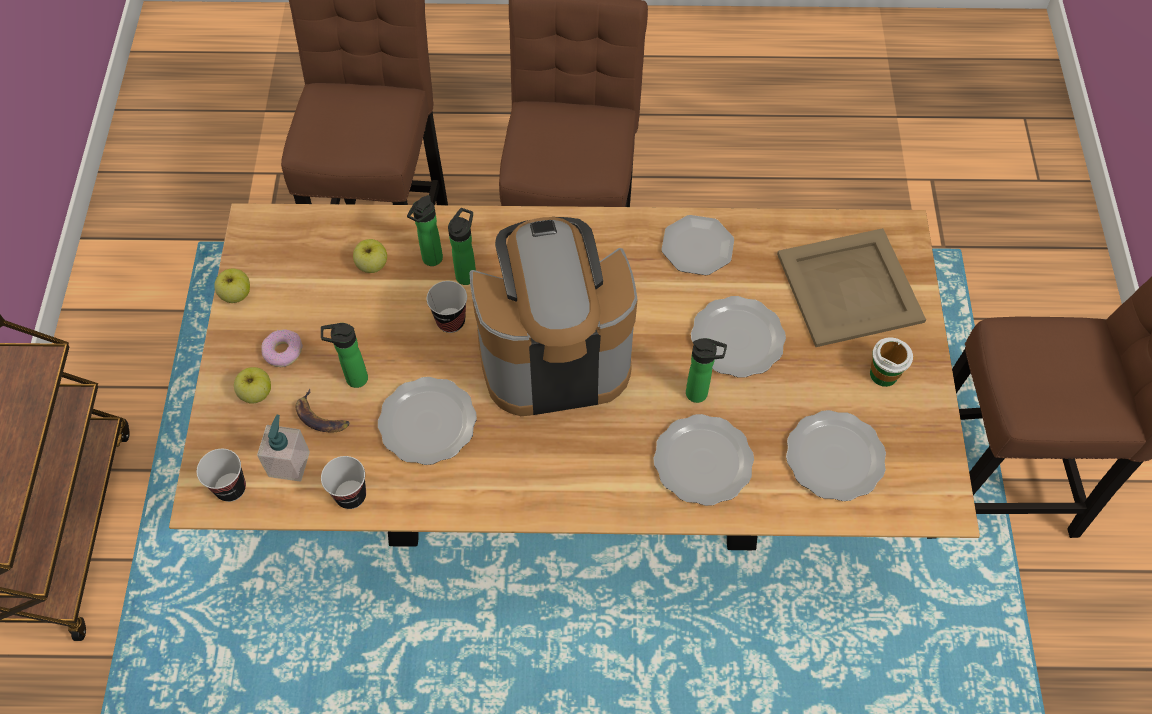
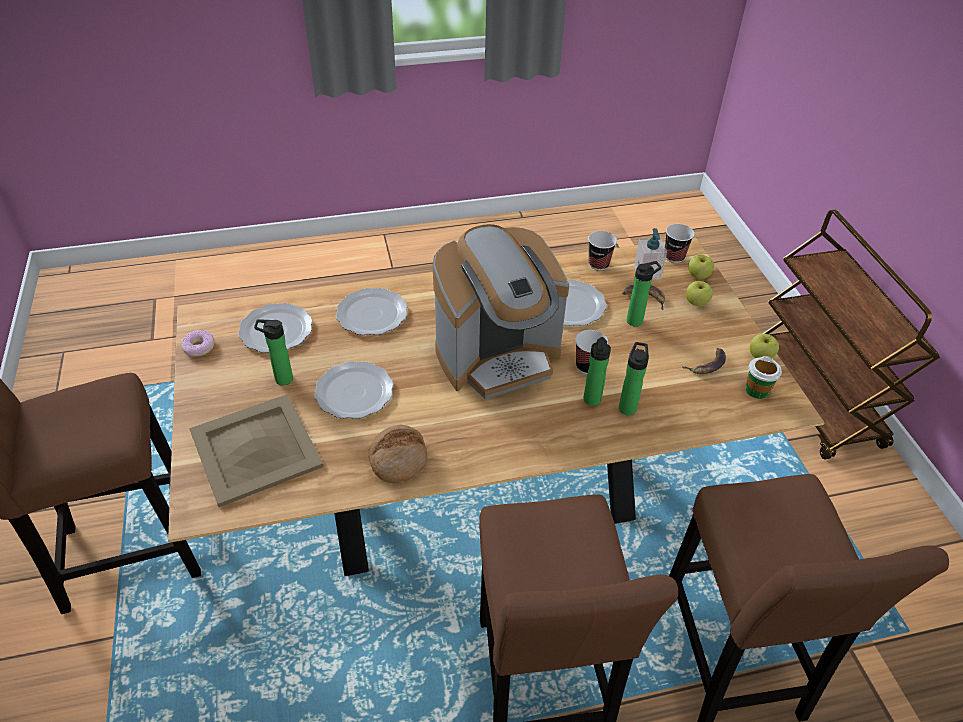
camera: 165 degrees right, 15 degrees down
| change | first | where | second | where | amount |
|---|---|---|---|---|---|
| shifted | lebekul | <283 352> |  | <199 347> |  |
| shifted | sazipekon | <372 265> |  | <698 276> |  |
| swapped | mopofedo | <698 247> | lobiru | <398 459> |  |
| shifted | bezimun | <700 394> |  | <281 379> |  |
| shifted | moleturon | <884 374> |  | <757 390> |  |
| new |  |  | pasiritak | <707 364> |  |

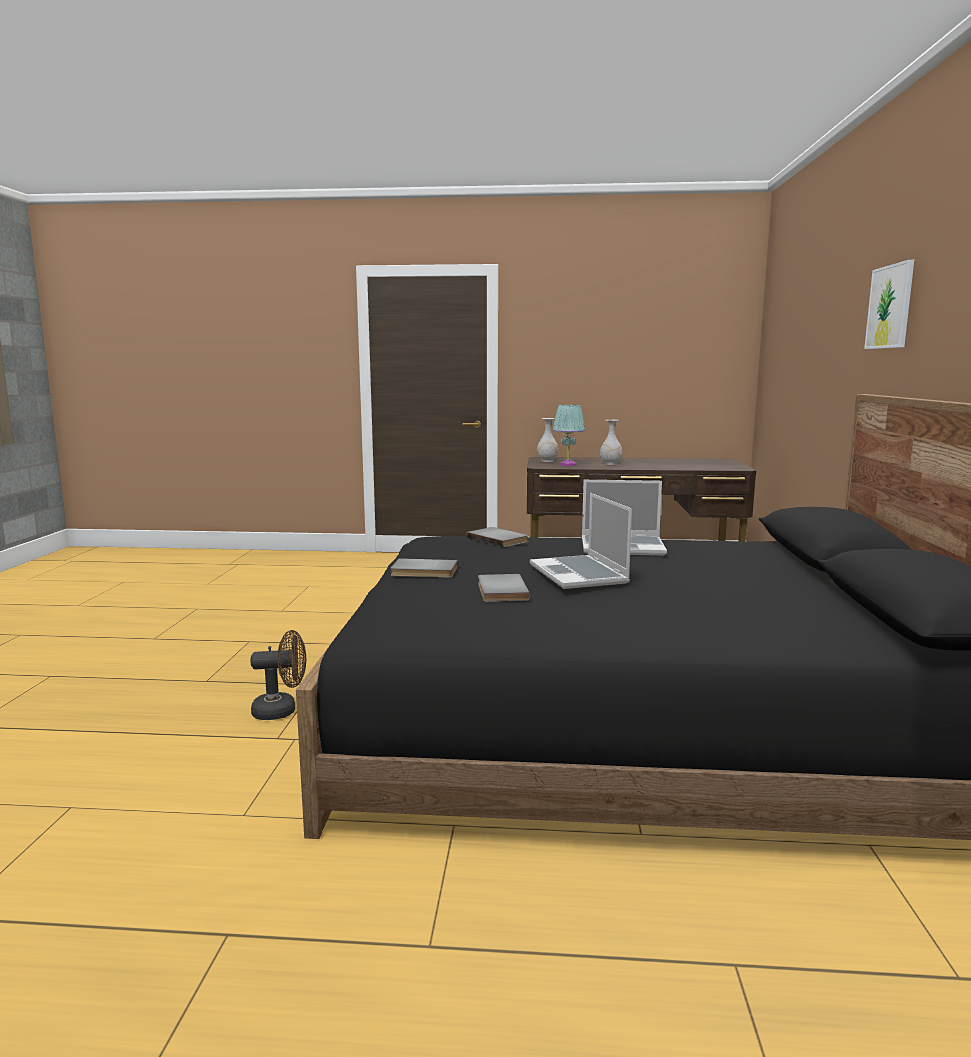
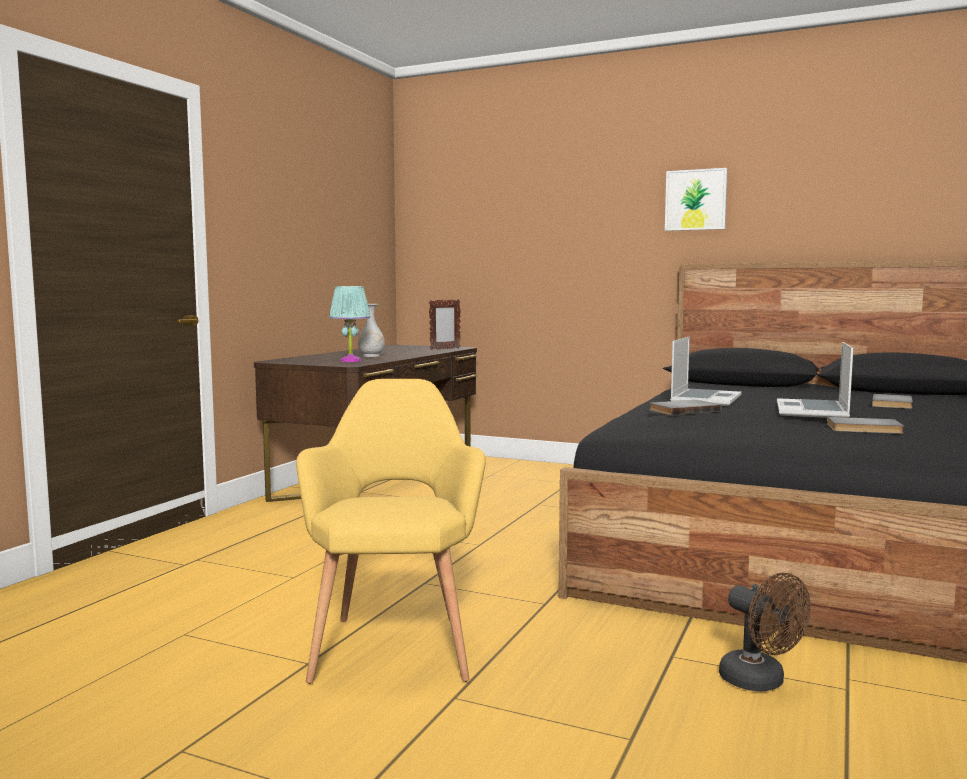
camera: 70 degrees left, 5 degrees down
| change | first | where | second | where | amount |
|---|---|---|---|---|---|
| rotated | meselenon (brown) | <282 711> |  | <760 682> | 135 degrees clockwise |
| shifted | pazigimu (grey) | <424 572> |  | <894 404> |  |
| rotated | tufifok | <580 574> |  | <813 411> | 105 degrees clockwise |
| gone | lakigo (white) | <547 461> |  |  |  |
| new |  |  | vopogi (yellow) | <395 643> |  |
| new |  |  | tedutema | <445 349> |  |

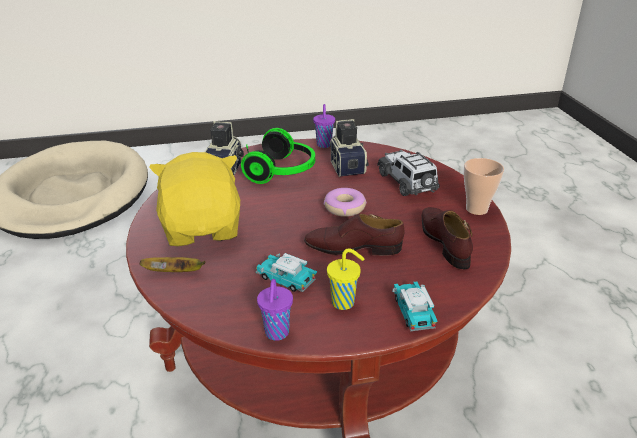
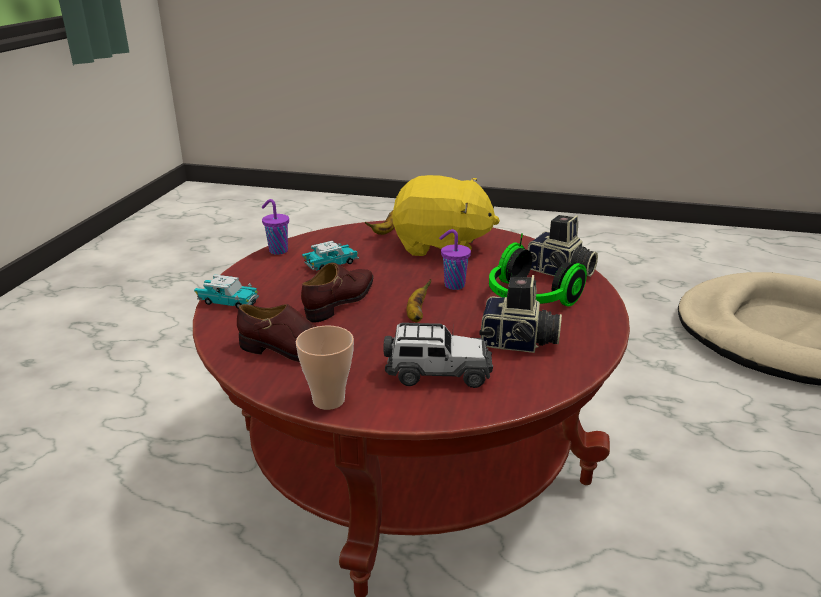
camera: 115 degrees right, 5 degrees down
| change | first | where | second | where | amount |
|---|---|---|---|---|---|
| shifted | moleturon (purple) | <324 145> |  | <453 285> |  |
| swapped | lebekul | <344 207> | pasiritak | <416 315> |  |
| gone | moleturon (yellow) | <344 302> |  |  |  |

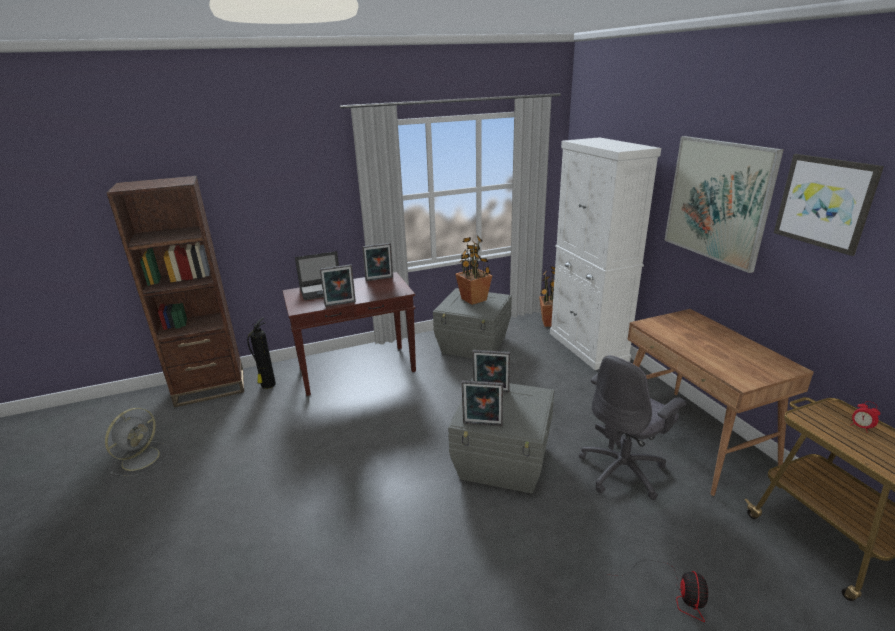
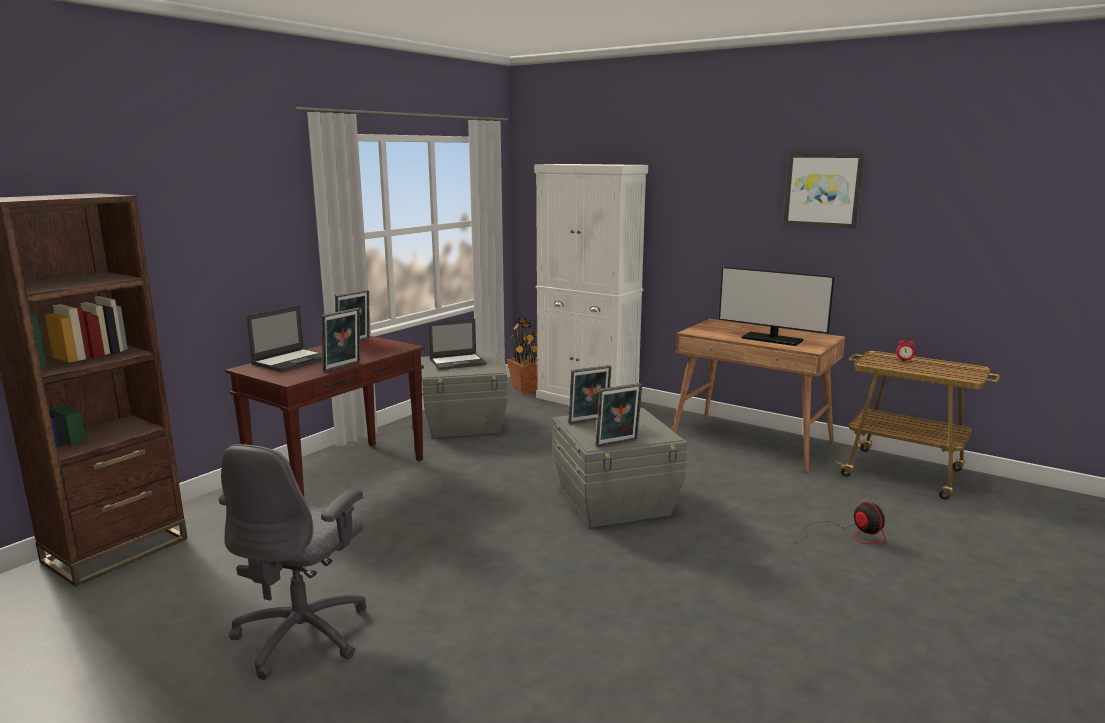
camera: 35 degrees left, 10 degrees down
| change | first | where | second | where | amount |
|---|---|---|---|---|---|
| gone | meselenon (grey) | <142 458> |  |  |  |
| gone | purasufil | <267 385> |  |  |  |
| swapped | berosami | <473 299> | tufifok | <458 362> |  |
| shifted | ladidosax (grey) | <623 470> |  | <304 634> |  |
| gone | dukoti | <717 201> |  |  |  |
| new |  |  | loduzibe | <772 339> |  |

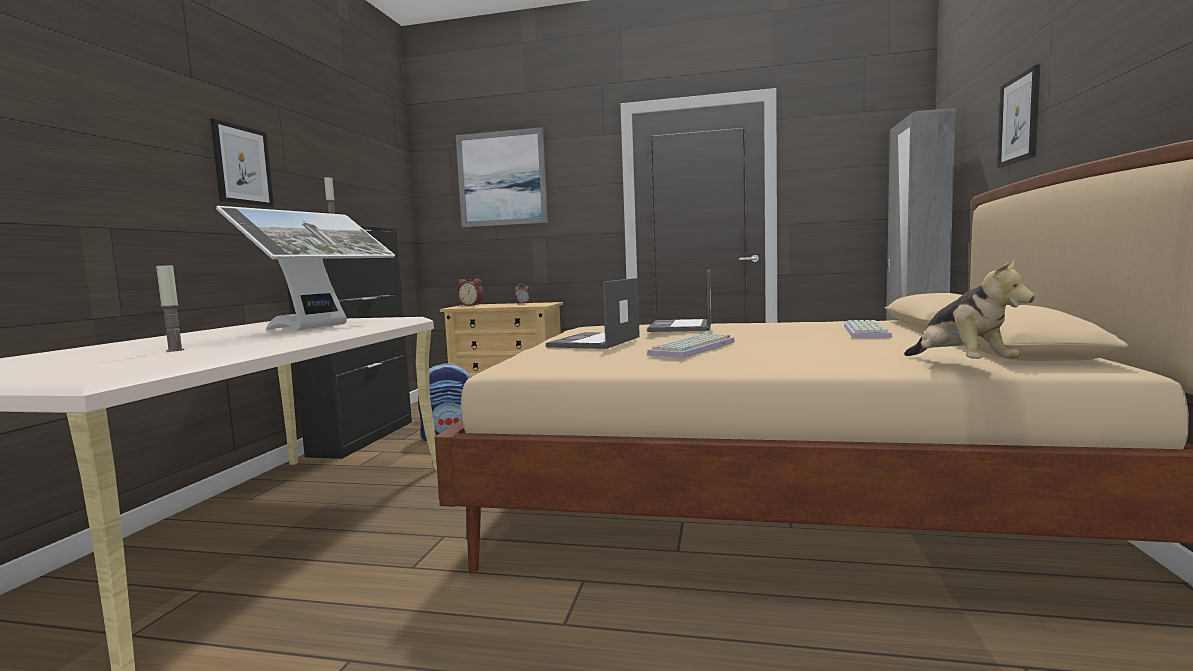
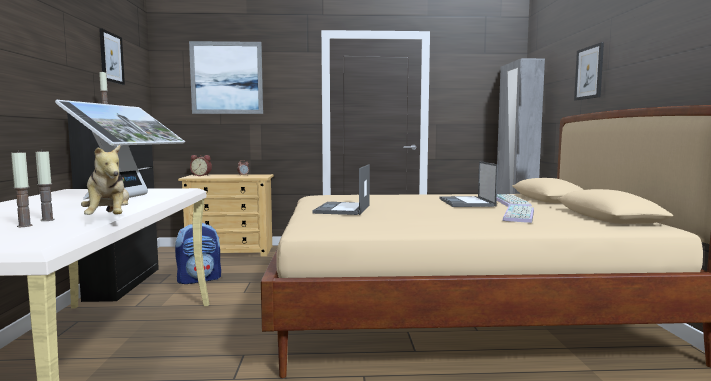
camera: 15 degrees left, 0 degrees up
| change | first | where | second | where | amount |
|---|---|---|---|---|---|
| shifted | dukoti | <242 165> |  | <111 58> |  |
| shifted | tufifok | <681 327> |  | <467 202> |  |
| shifted | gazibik | <694 348> |  | <520 215> |  |
| shifted | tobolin | <960 366> |  | <109 219> |  |
| new |  |  | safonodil | <24 226> |  |

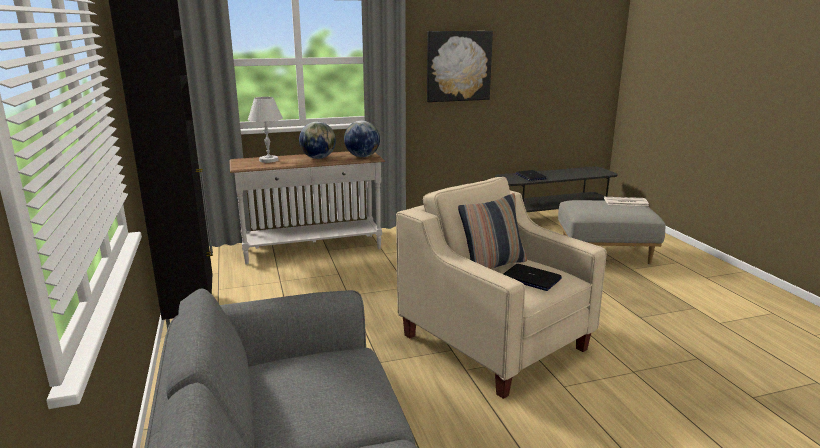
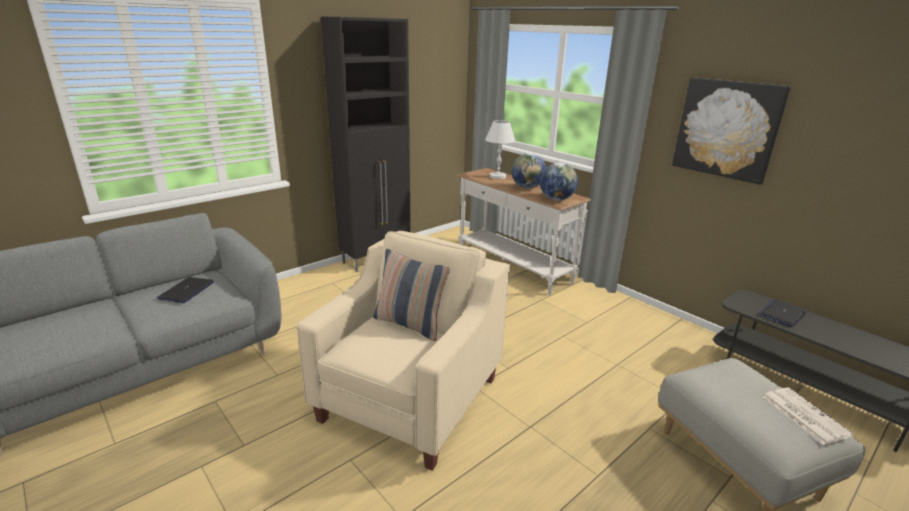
camera: 65 degrees right, 5 degrees up
| change | first | where | second | where | amount |
|---|---|---|---|---|---|
| shifted | tufifok | <530 278> |  | <186 291> |  |

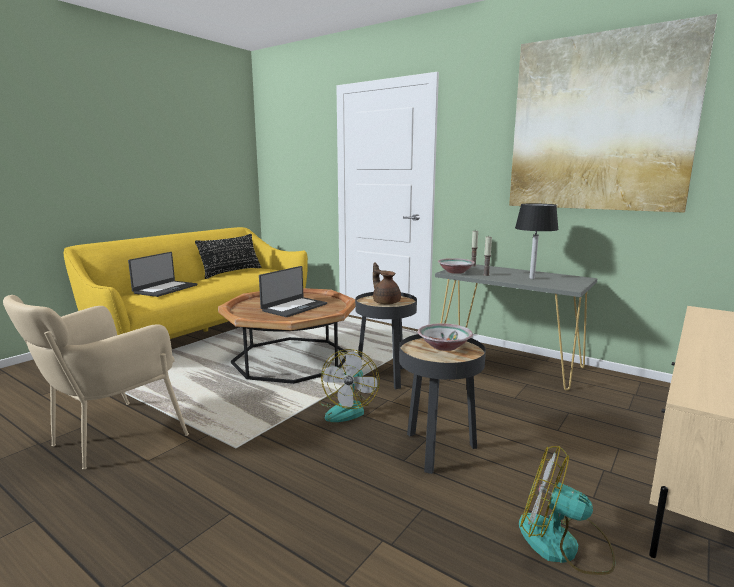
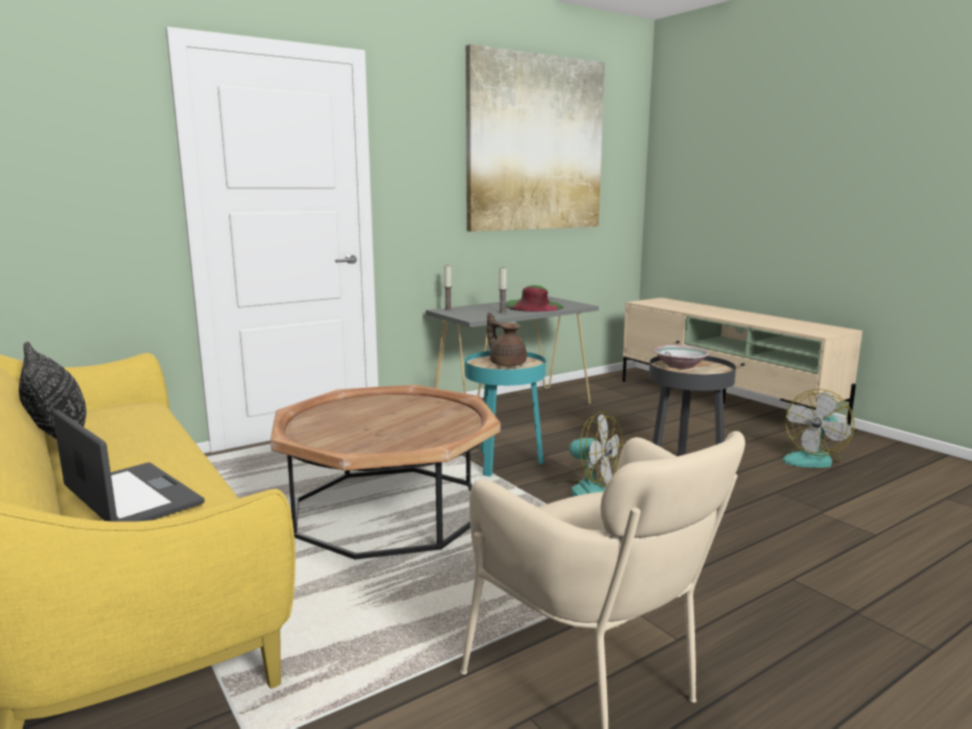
camera: 70 degrees left, 0 degrees up
| change | first | where | second | where | amount |
|---|---|---|---|---|---|
| gone | tufifok | <294 307> |  |  |  |
| repainted | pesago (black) | <385 376> | pesago (turquoise) | <504 463> |  |
| rotated | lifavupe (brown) | <386 302> |  | <506 364> | 60 degrees clockwise |
| gone | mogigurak | <455 272> |  |  |  |
| swapped | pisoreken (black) | <531 278> | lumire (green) | <534 306> |  |

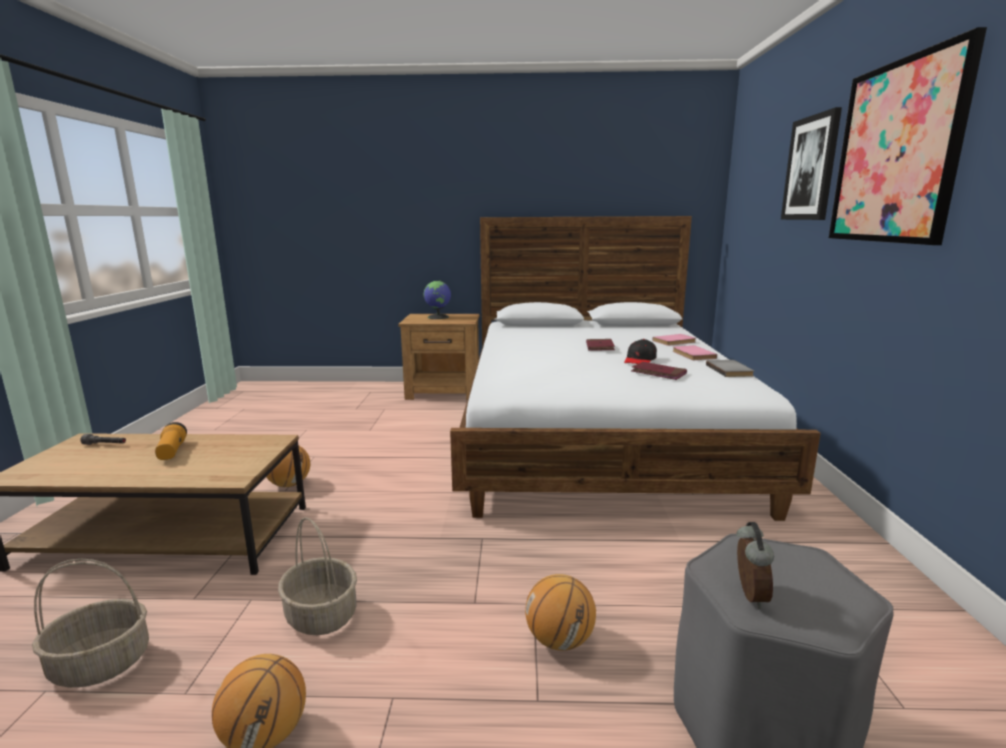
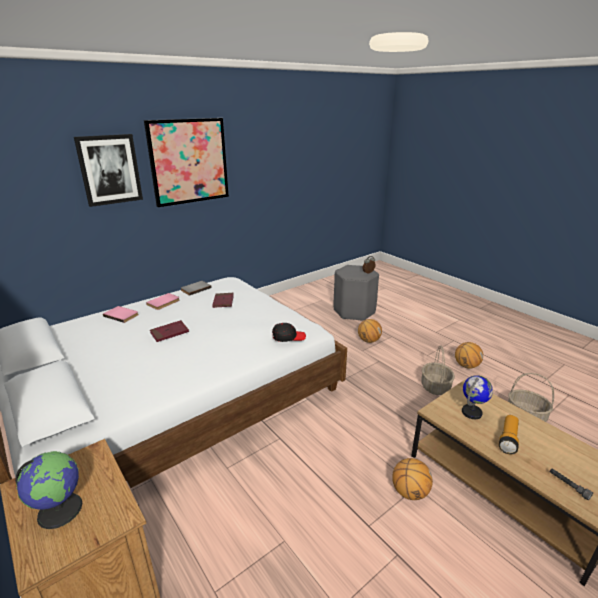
camera: 130 degrees left, 10 degrees up
| change | first | where | second | where | amount |
|---|---|---|---|---|---|
| shifted | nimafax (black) | <640 360> |  | <288 337> |  |
| new |  |  | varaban | <472 412> |  |

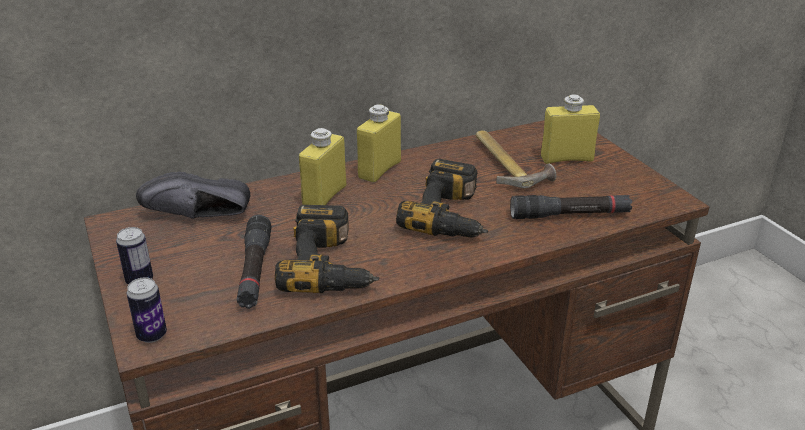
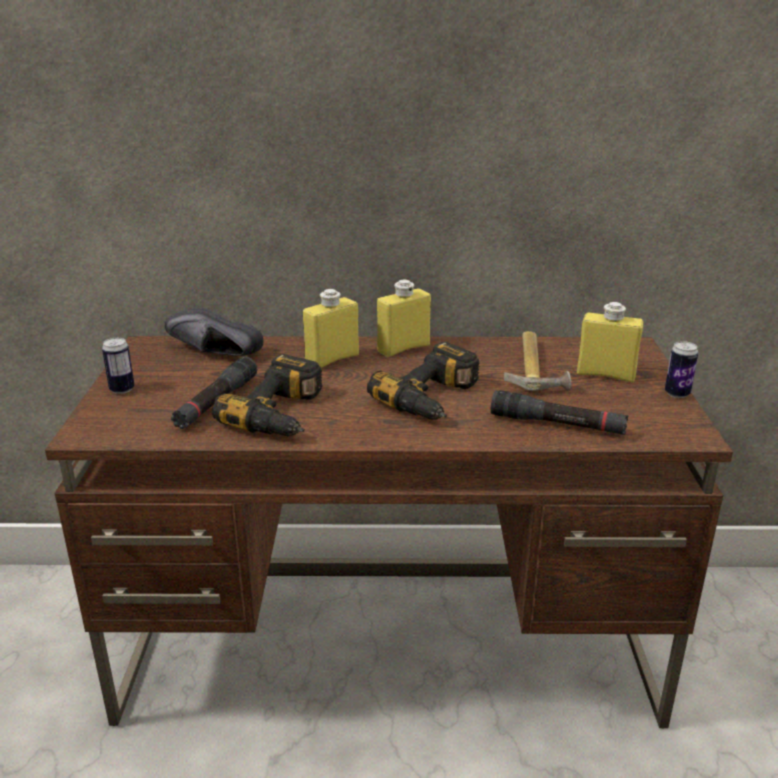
camera: 25 degrees right, 5 degrees down
| change | first | where | second | where | amount |
|---|---|---|---|---|---|
| shifted | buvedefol | <152 335> |  | <677 394> |  |

